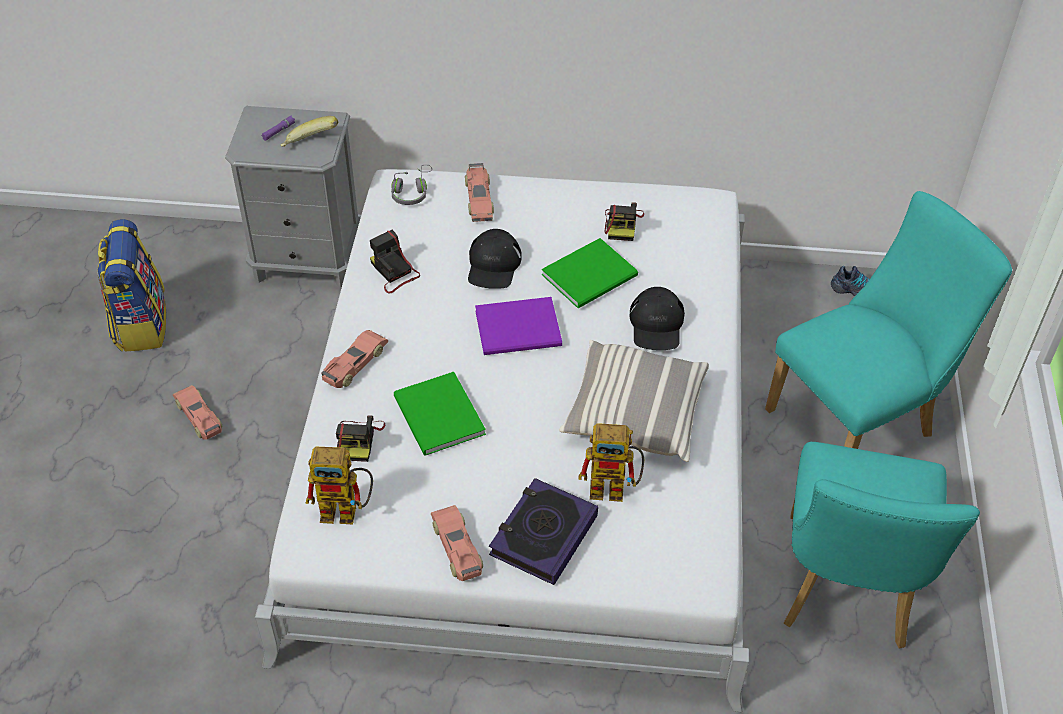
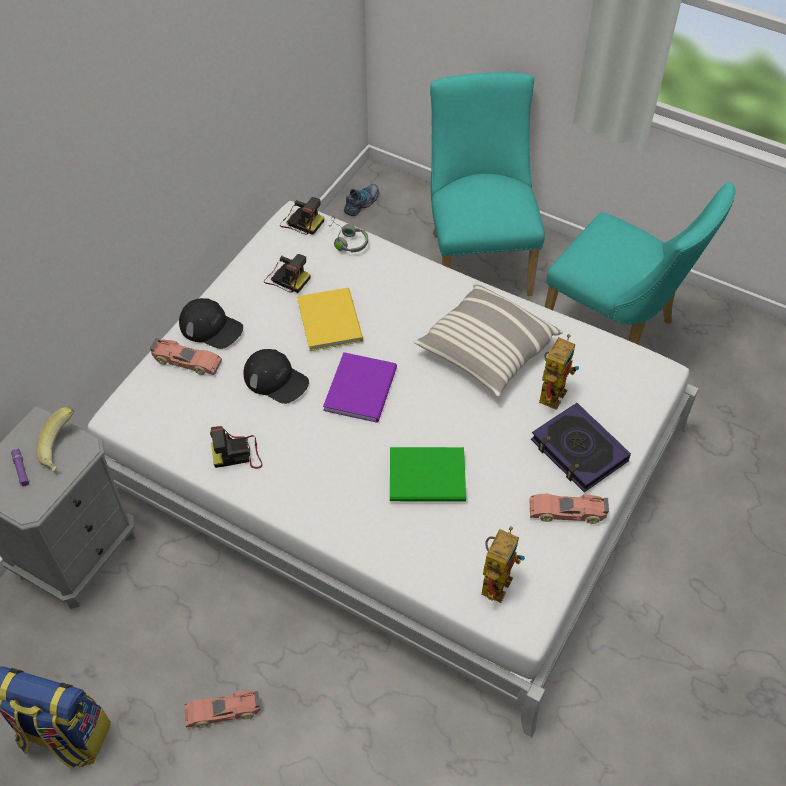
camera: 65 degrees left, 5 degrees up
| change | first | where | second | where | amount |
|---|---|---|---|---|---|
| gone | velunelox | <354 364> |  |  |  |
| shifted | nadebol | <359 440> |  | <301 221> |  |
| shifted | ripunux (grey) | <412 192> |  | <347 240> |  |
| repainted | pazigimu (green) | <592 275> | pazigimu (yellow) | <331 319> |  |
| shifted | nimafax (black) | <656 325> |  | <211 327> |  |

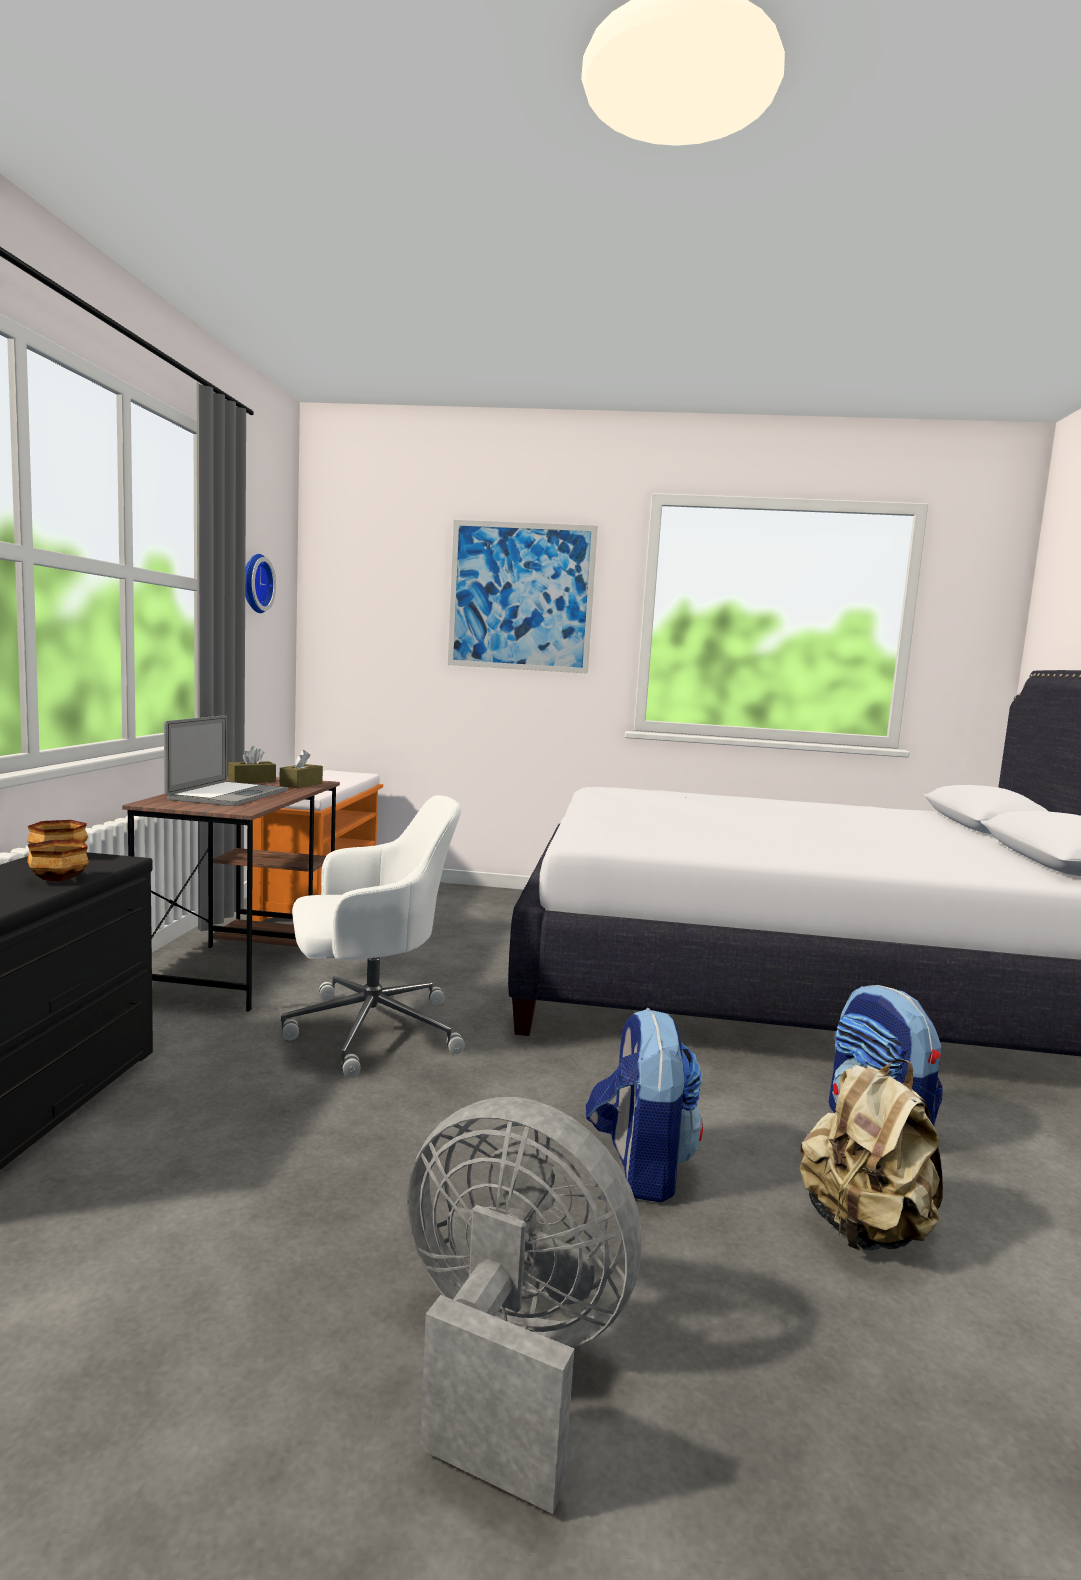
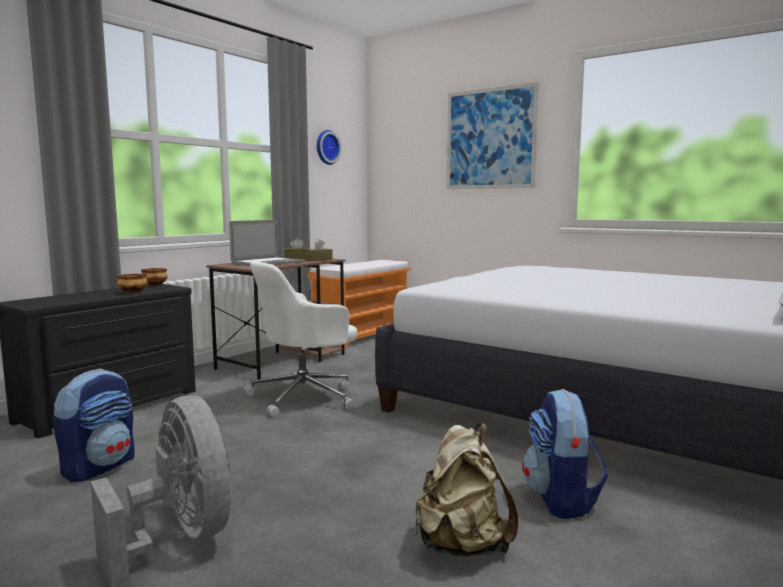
camera: 30 degrees right, 0 degrees up
| change | first | where | second | where | amount |
|---|---|---|---|---|---|
| rotated | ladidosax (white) | <368 1030> |  | <305 397> | 135 degrees clockwise |
| shifted | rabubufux | <640 1167> |  | <99 466> |  |

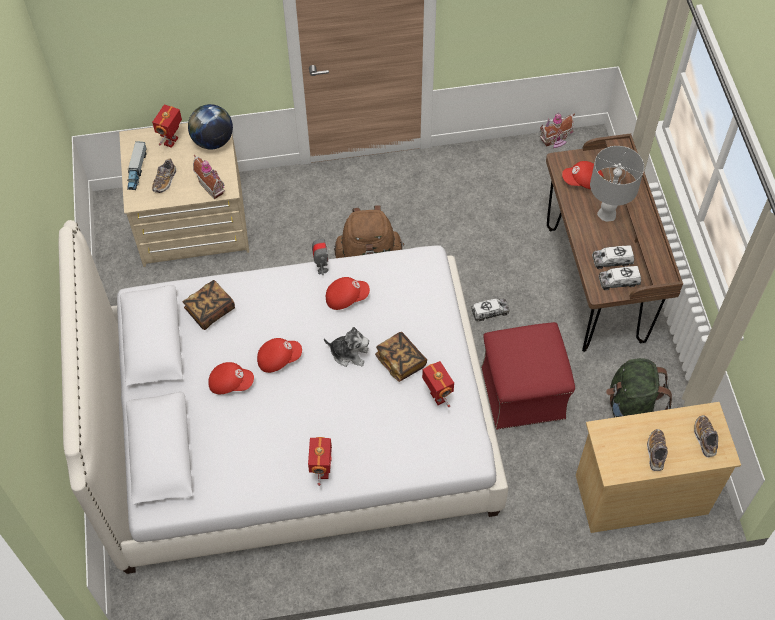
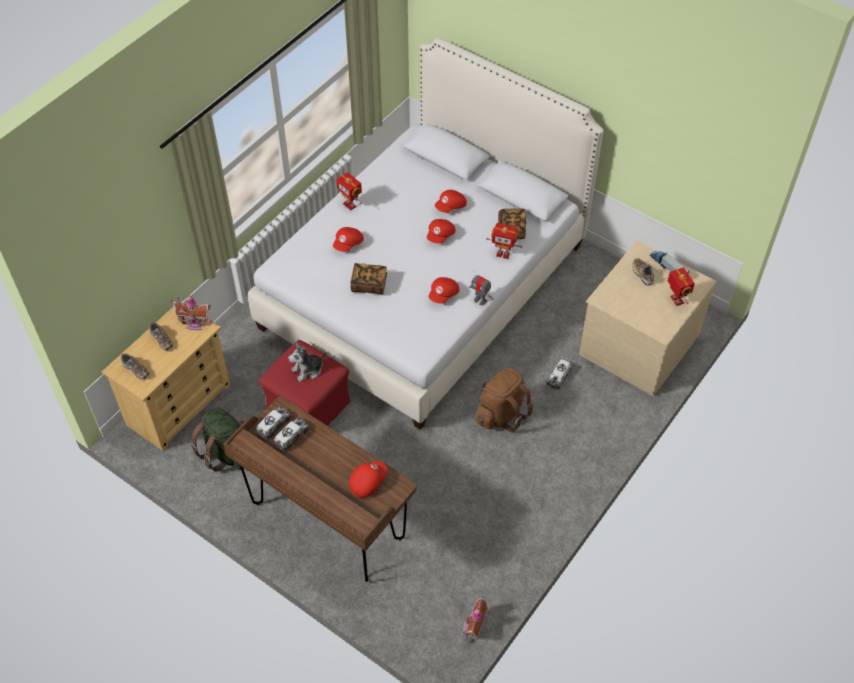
camera: 135 degrees right, 5 degrees down
| change | first | where | second | where | amount |
|---|---|---|---|---|---|
| gone | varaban | <213 141> |  |  |  |
| shifted | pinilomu | <213 187> |  | <194 323> |  |
| shifted | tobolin | <349 353> |  | <308 370> |  |
| shifted | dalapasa | <437 397> |  | <503 254> |  |
| shifted | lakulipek | <489 312> |  | <558 377> |  |
| gone | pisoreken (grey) | <607 213> |  |  |  |
| new |  |  | nimafax (red) | <348 244> |  |

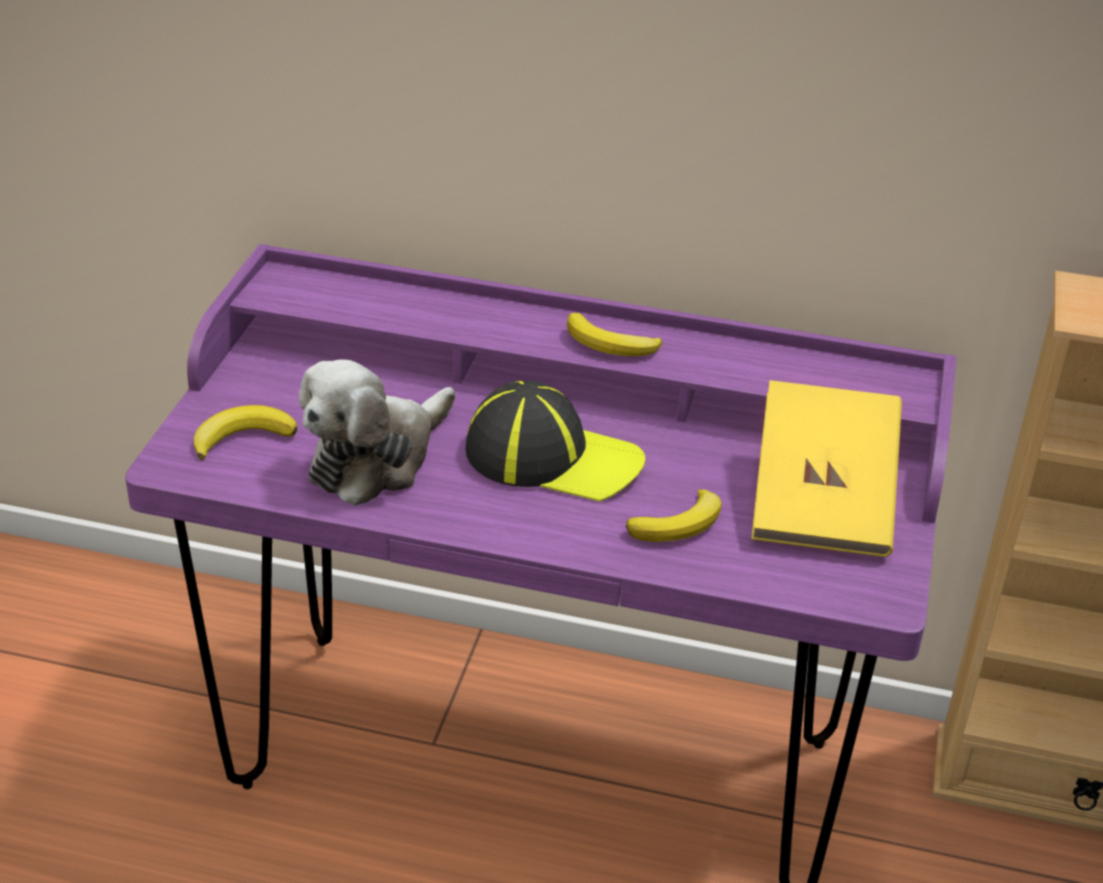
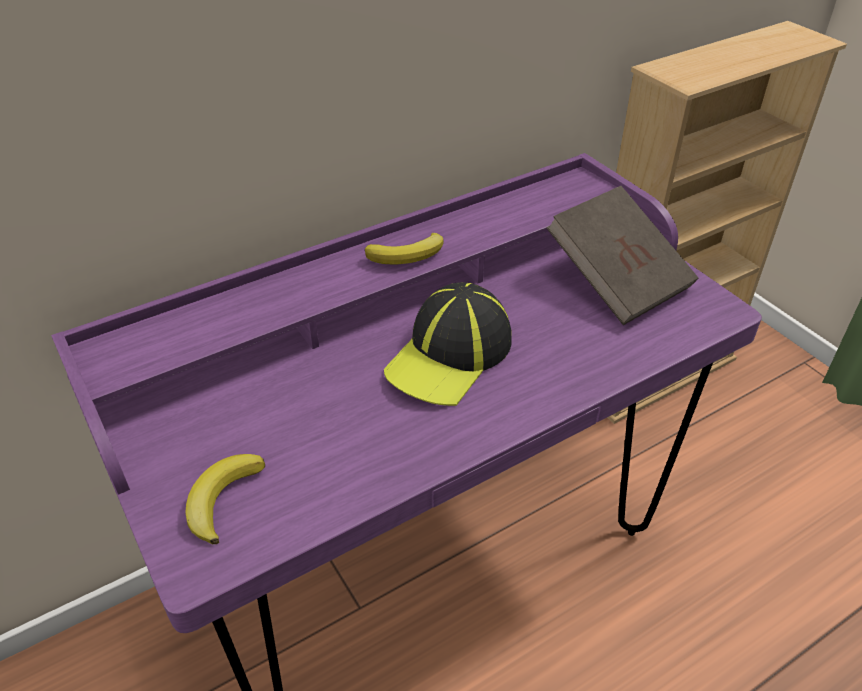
camera: 45 degrees left, 5 degrees up
| change | first | where | second | where | amount |
|---|---|---|---|---|---|
| gone | tobolin | <376 458> |  |  |  |
| rotated | nimafax | <553 457> |  | <450 354> | 150 degrees clockwise |
| gone | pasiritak | <679 524> |  |  |  |
| repainted | pazigimu (yellow) | <822 503> | pazigimu (brown) | <617 279> |  |

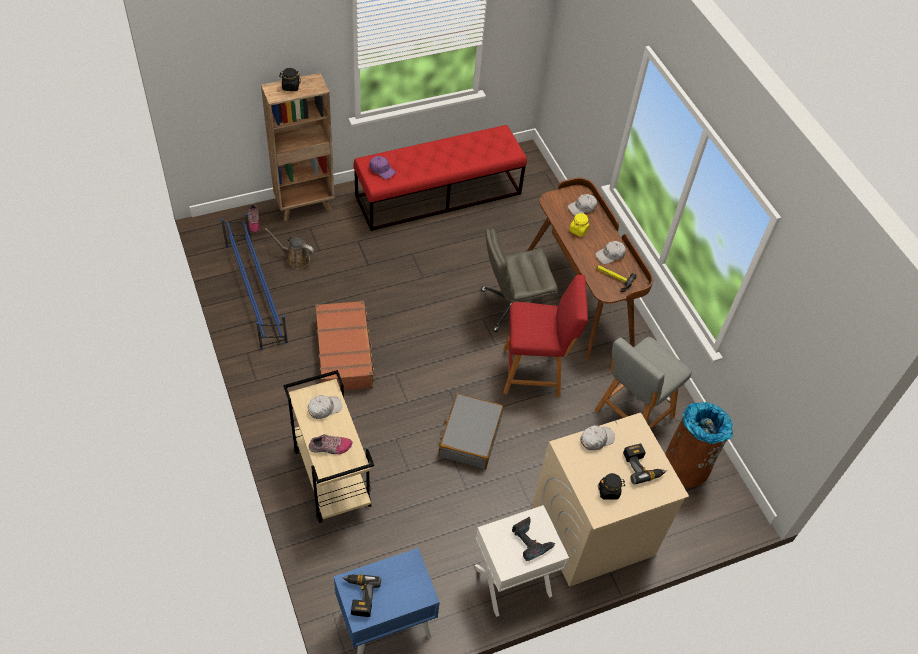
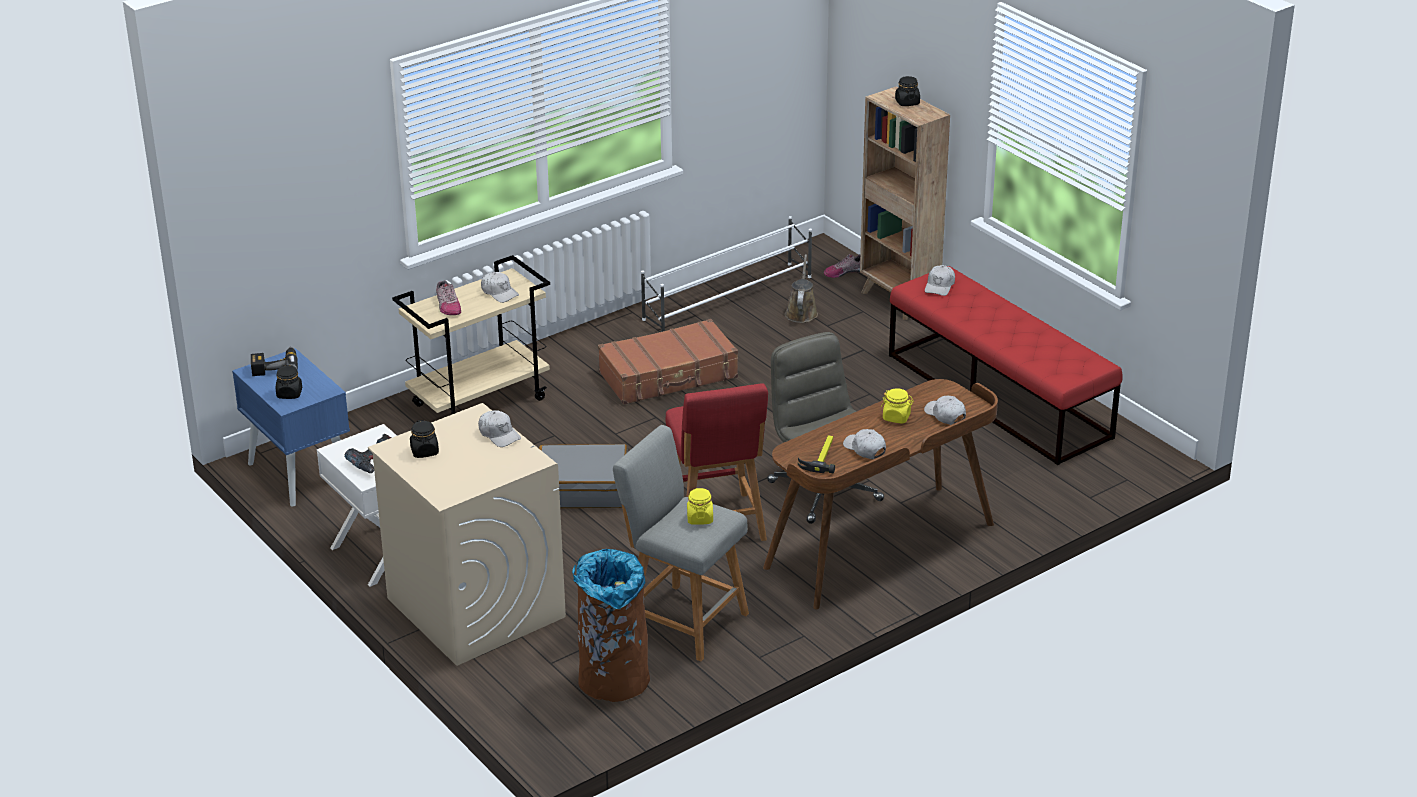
camera: 80 degrees right, 20 degrees down
| change | first | where | second | where | amount |
|---|---|---|---|---|---|
| repainted | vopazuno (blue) | <256 292> | vopazuno (white) | <729 298> |  |
| repainted | nimafax (purple) | <382 170> | nimafax (white) | <940 286> |  |
| gone | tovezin | <642 466> |  |  |  |
| new |  |  | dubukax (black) | <289 394> |  |
| new |  |  | dubukax (yellow) | <700 518> |  |

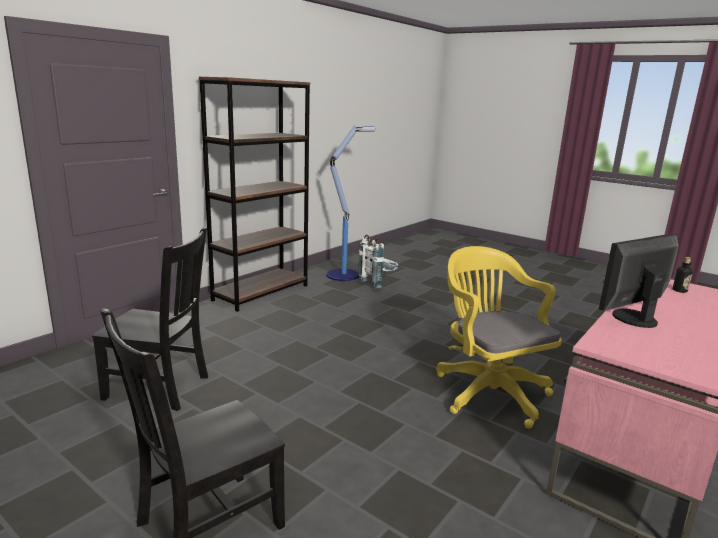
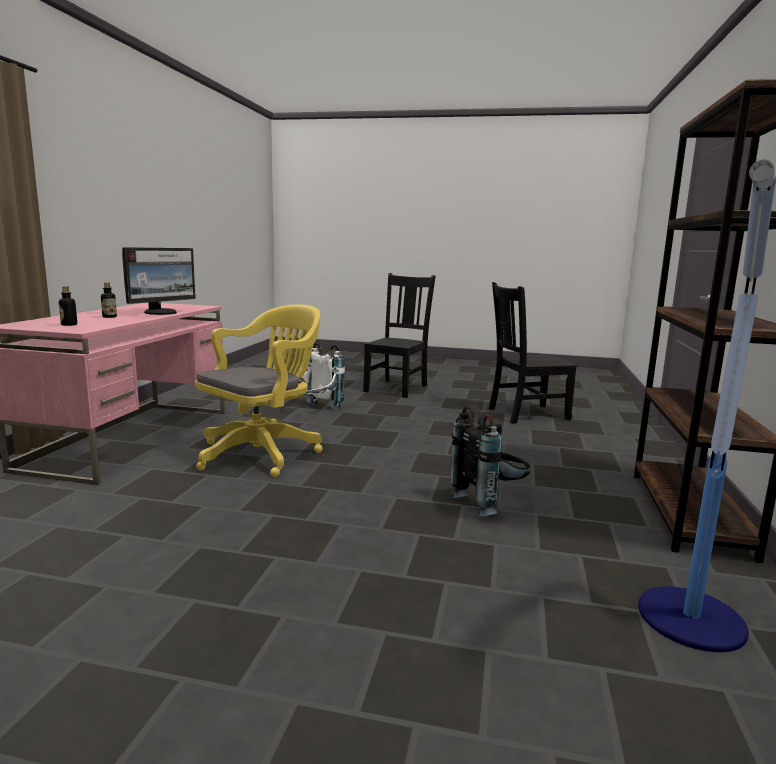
camera: 155 degrees right, 5 degrees down
| change | first | where | second | where | amount |
|---|---|---|---|---|---|
| shifted | rabubufux (white) | <378 283> |  | <317 410> |  |
| rotated | ladidosax (yellow) | <488 391> |  | <263 453> | 90 degrees counterclockwise |
| new |  |  | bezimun | <109 317> |  |
| new |  |  | rabubufux (black) | <490 502> |  |

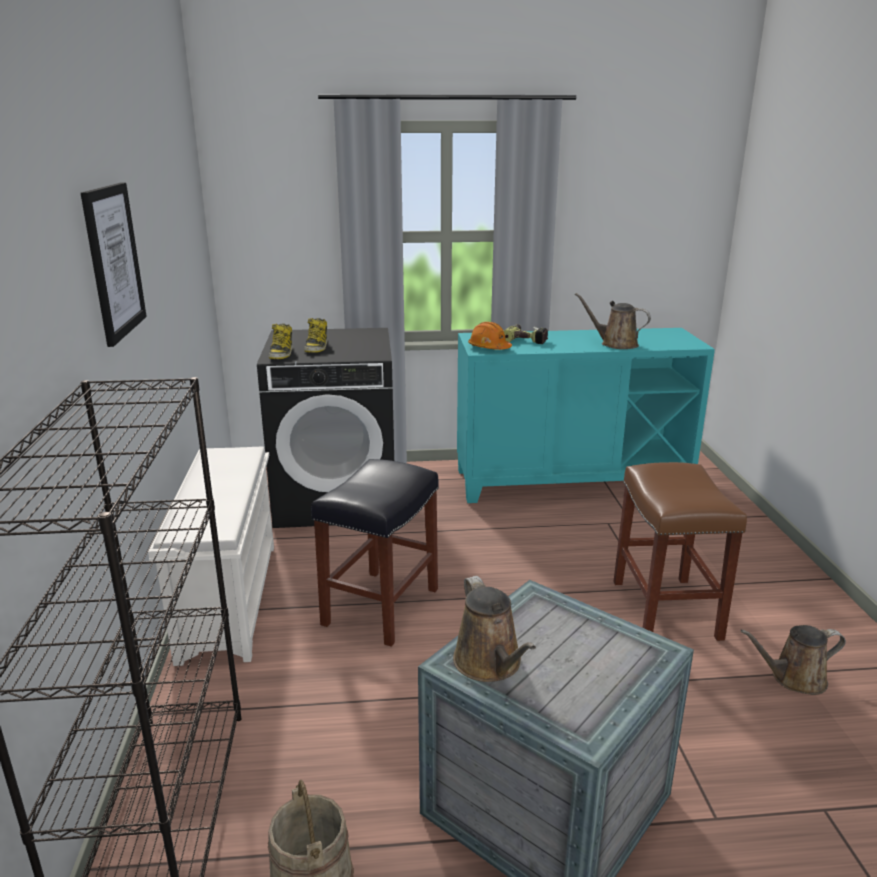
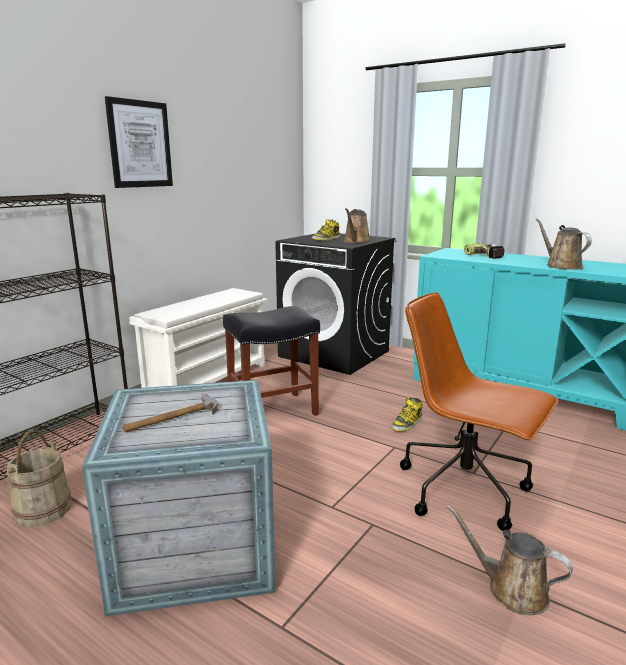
camera: 40 degrees right, 5 degrees down
| change | first | where | second | where | amount |
|---|---|---|---|---|---|
| shifted | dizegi | <281 353> |  | <407 423> |  |
| shifted | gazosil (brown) | <490 664> |  | <356 241> |  |
| gone | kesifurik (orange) | <489 348> |  |  |  |
| swapped | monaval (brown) | <664 608> | ladidosax (brown) | <466 490> |  |
| new |  |  | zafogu | <172 418> |  |

